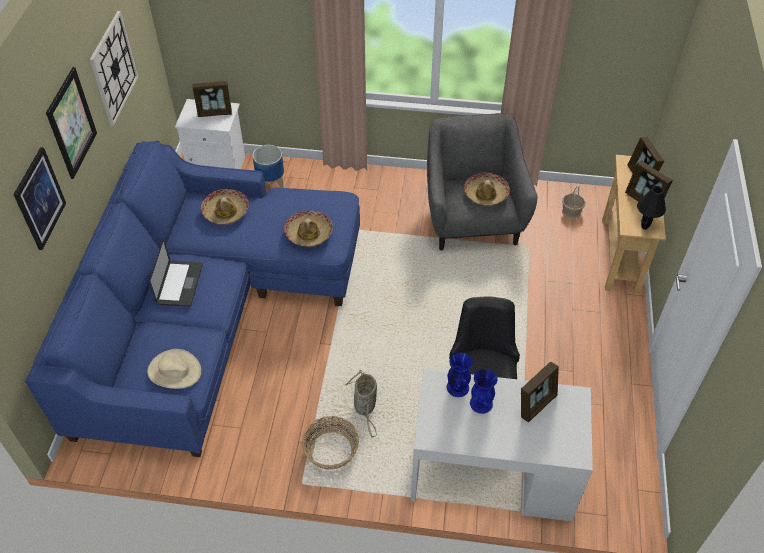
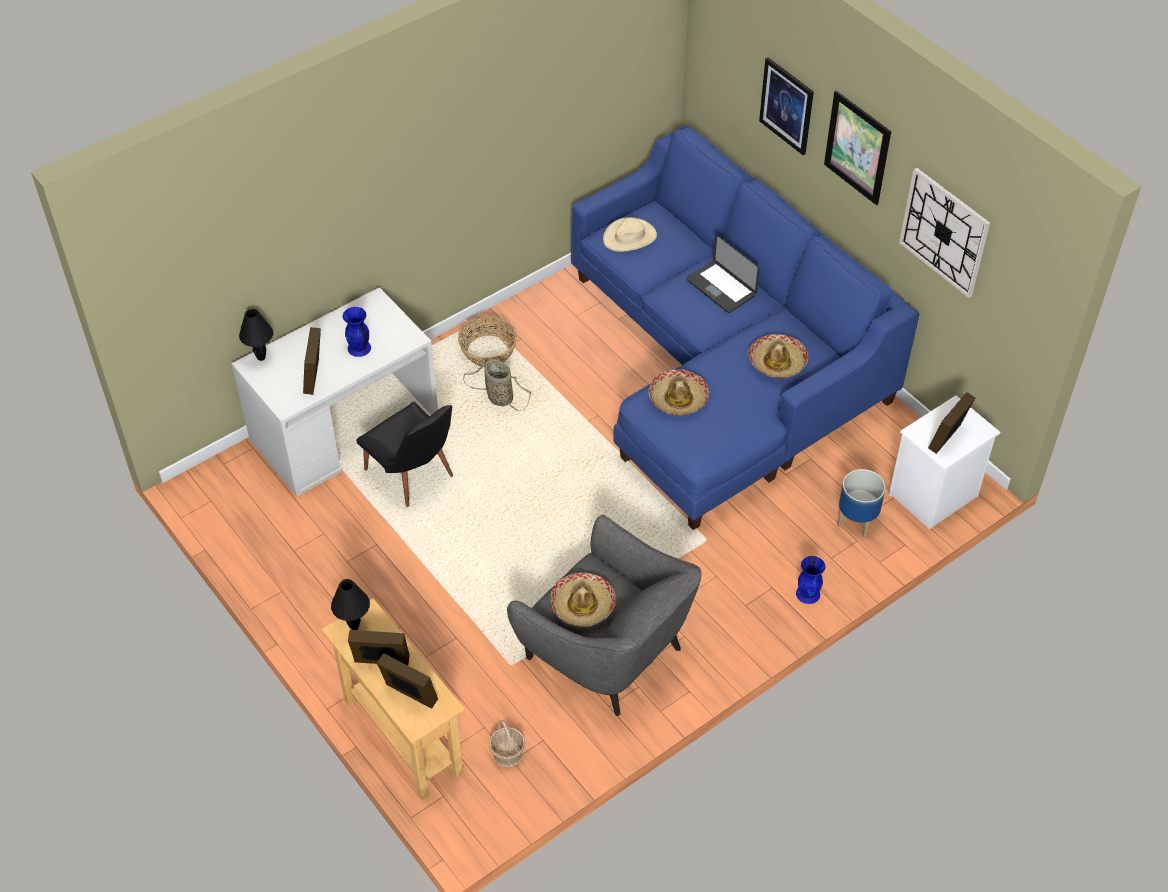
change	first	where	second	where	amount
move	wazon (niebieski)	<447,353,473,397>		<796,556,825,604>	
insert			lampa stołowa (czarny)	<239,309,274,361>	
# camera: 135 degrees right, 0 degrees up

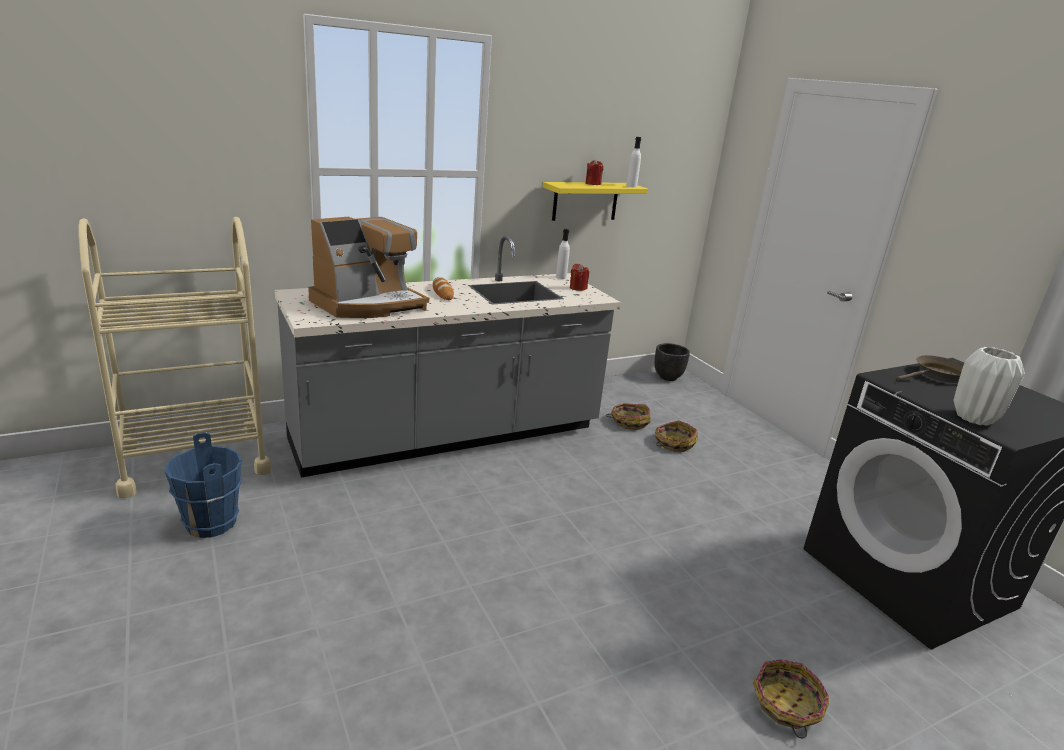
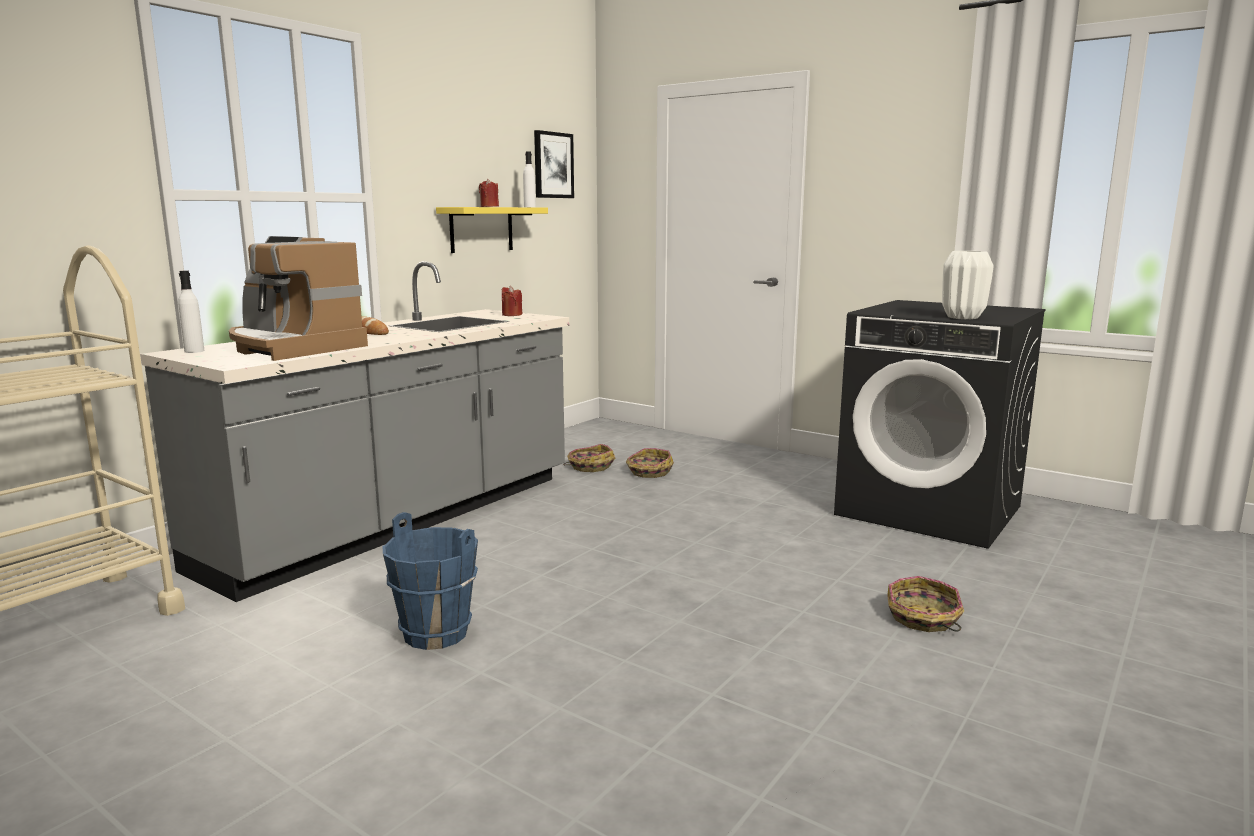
change	first	where	second	where	amount
rotate	ekspres do kawy	<308,217,429,318>		<229,236,368,361>	105 degrees clockwise
move	butelka (biały)	<556,229,570,279>		<178,271,204,353>	
delete	donica (czarny)	<655,343,690,381>			
delete	patelnia (brązowy)	<897,355,964,383>			
move	wiadro (niebieski)	<164,432,242,538>		<383,512,478,650>	
insert			obraz	<534,130,574,198>	
# camera: 25 degrees left, 10 degrees down

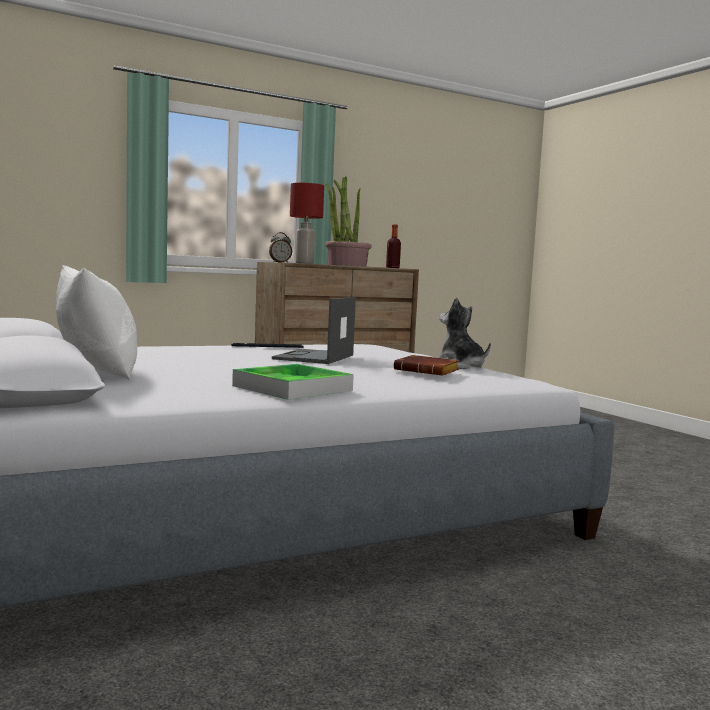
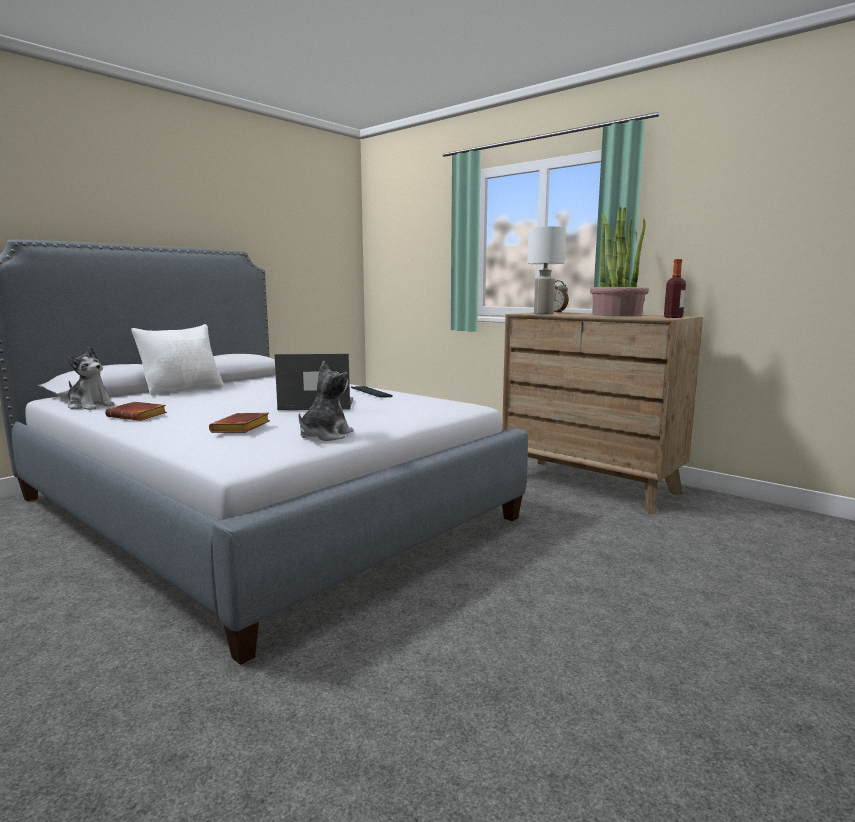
change	first	where	second	where	amount
recolor	lampa stołowa (czerwony)	<290,183,324,264>	lampa stołowa (biały)	<528,226,566,314>	
replace	taca	<232,364,354,400>	książka (brązowy)	<105,402,167,421>	
insert			pluszak	<67,347,115,410>	
# camera: 70 degrees right, 5 degrees up

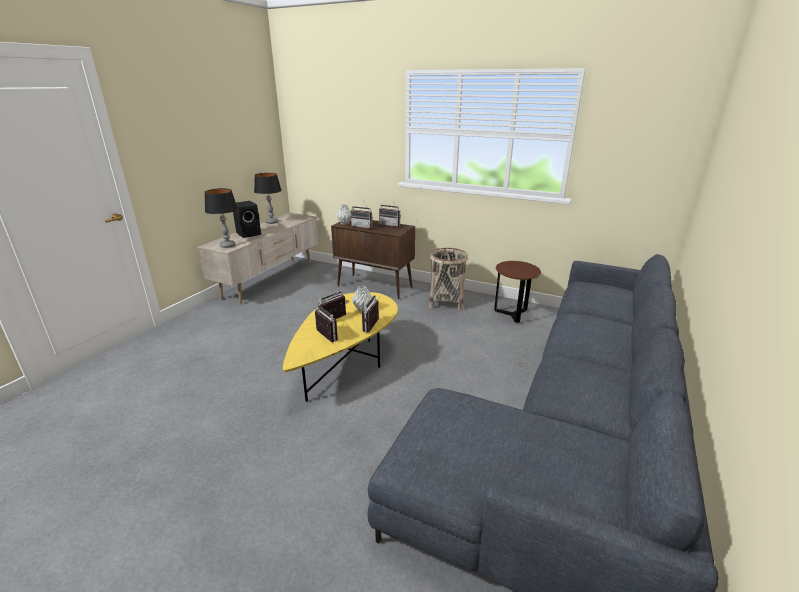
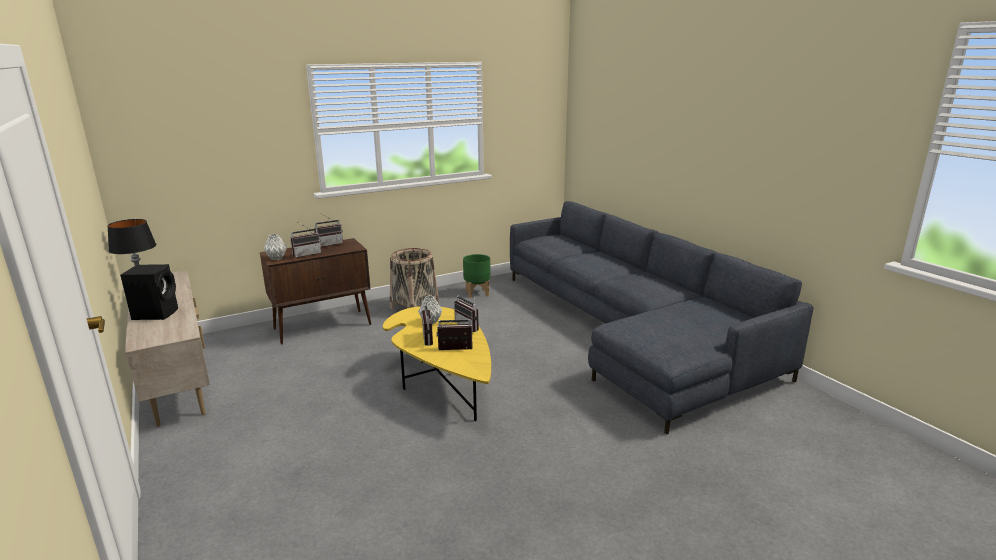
change	first	where	second	where	amount
delete	lampa stołowa	<205,188,238,248>			
replace	stolik (brązowy)	<494,261,541,322>	donica (zielony)	<463,254,491,298>	
# camera: 55 degrees left, 5 degrees down

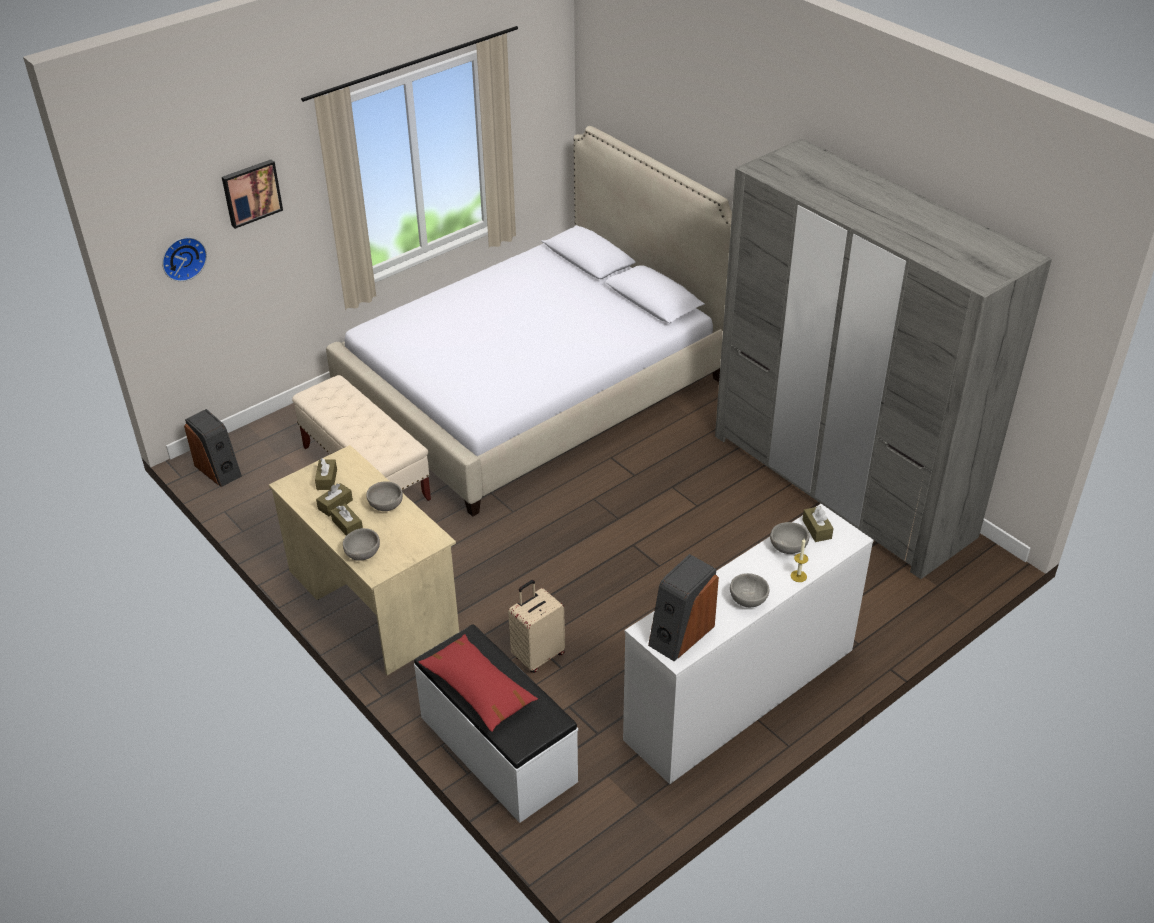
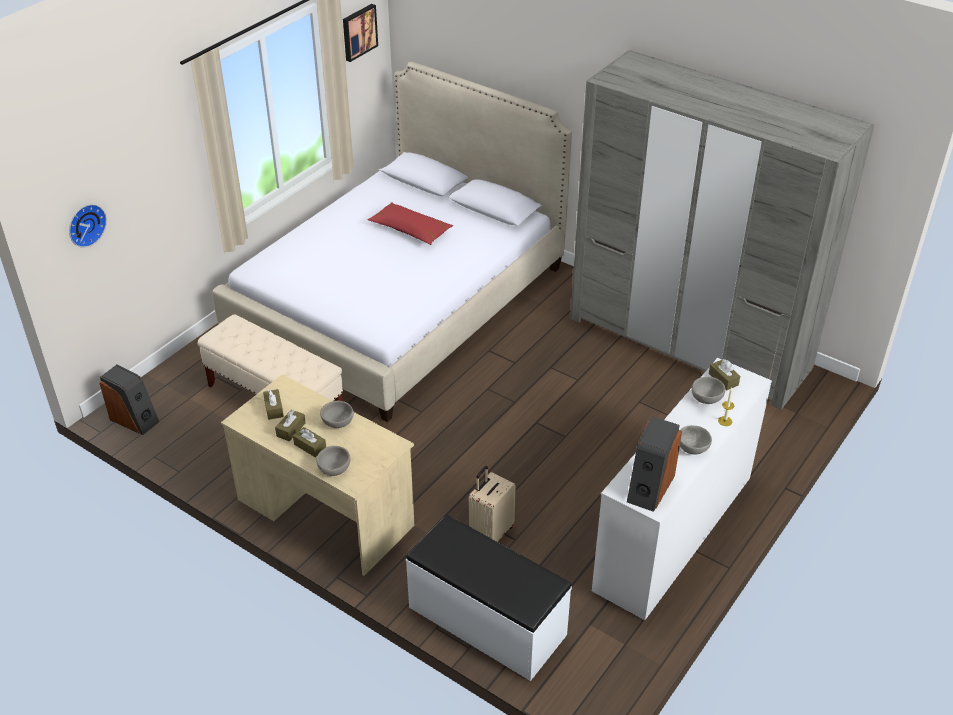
change	first	where	second	where	amount
move	obraz	<222,160,283,229>		<343,4,378,62>	
move	poduszka (czerwony)	<419,634,538,732>		<367,202,453,245>	
# camera: 15 degrees left, 0 degrees up

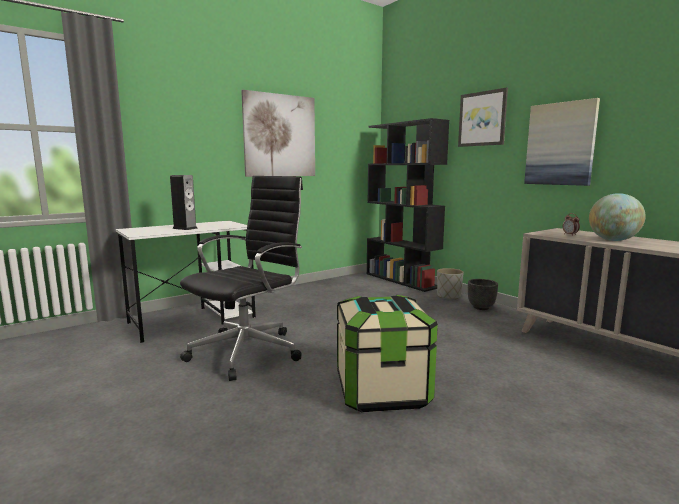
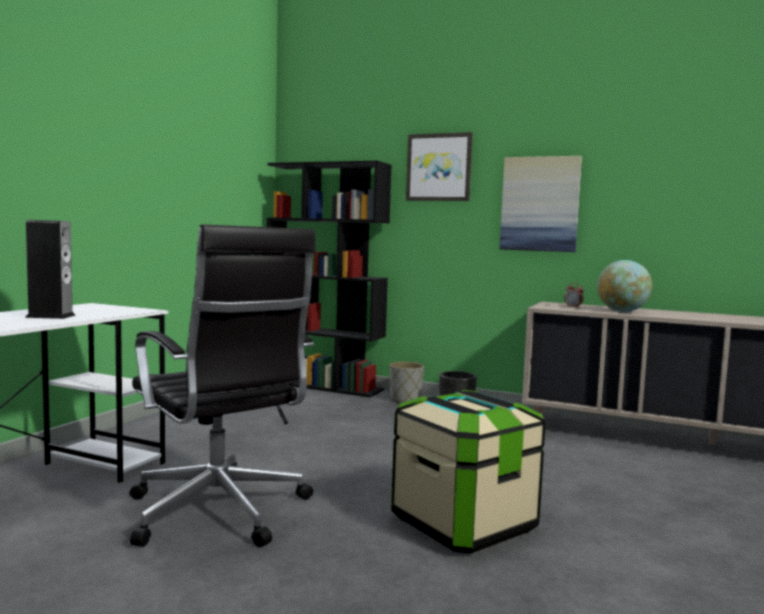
change	first	where	second	where	amount
delete	obraz	<241,90,315,177>			
rotate	krzesło biurowe (czarny)	<180,176,303,381>		<129,224,316,547>	135 degrees clockwise
# camera: 30 degrees left, 5 degrees down

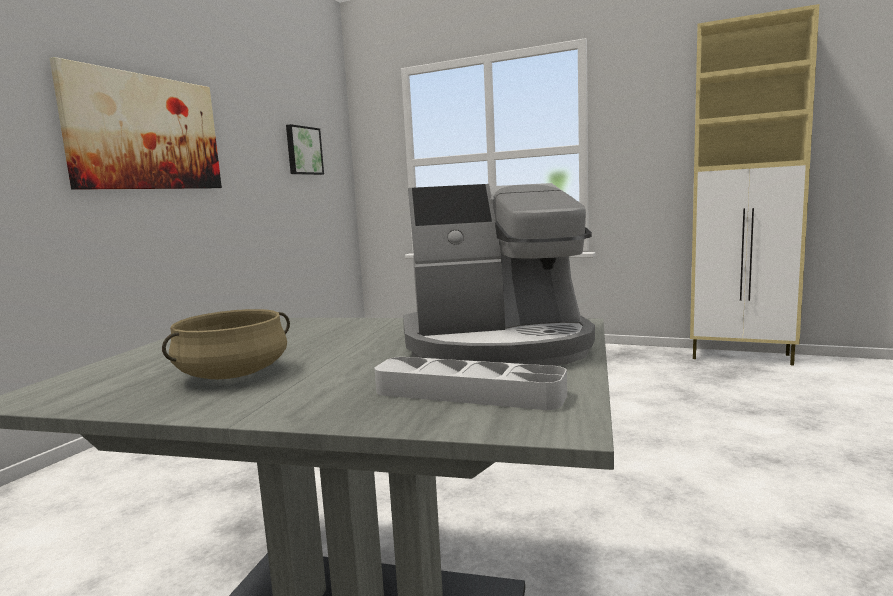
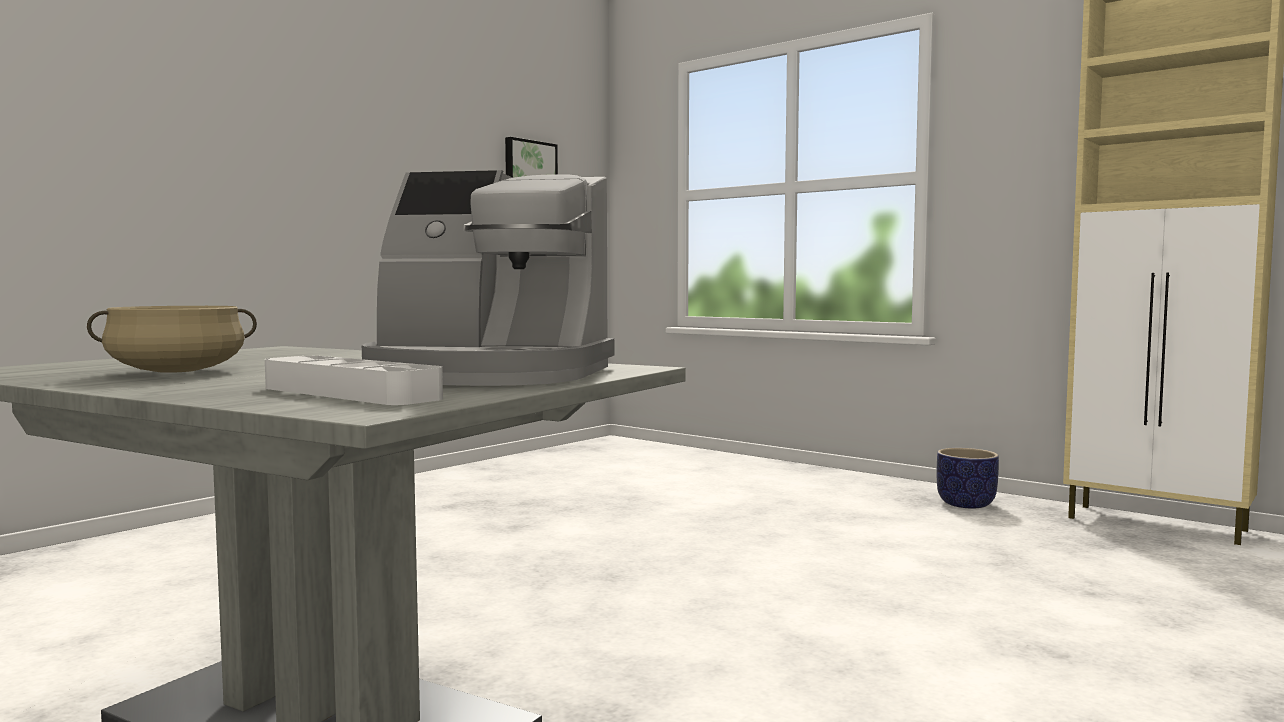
change	first	where	second	where	amount
delete	obraz	<49,57,222,190>			
insert			donica	<937,448,999,508>	
# camera: 15 degrees right, 5 degrees down

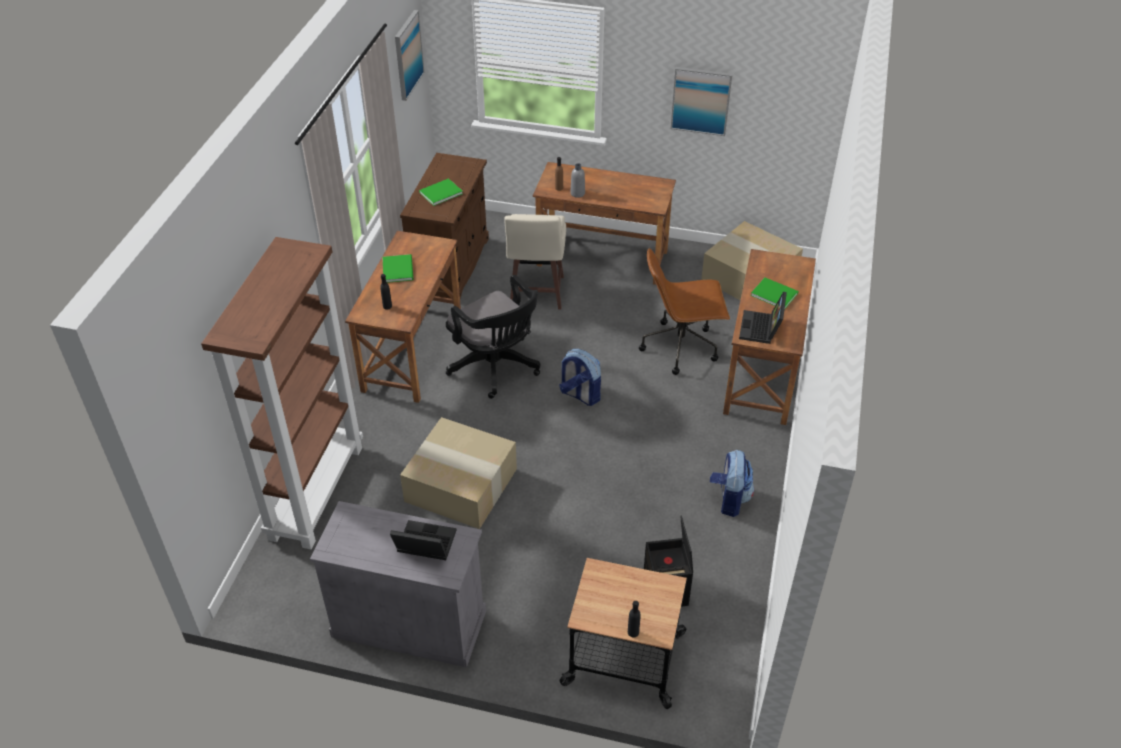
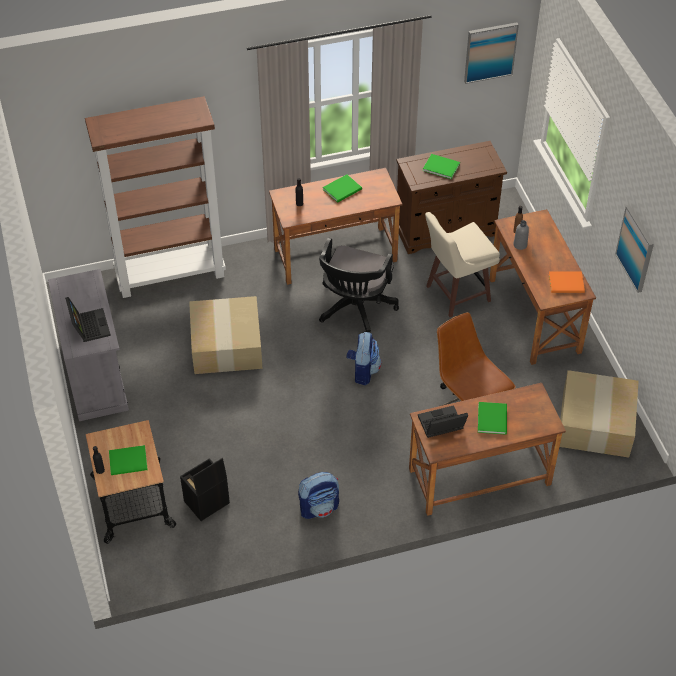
change	first	where	second	where	amount
insert			książka (pomarańczowy)	<549,272,585,293>	
insert			książka (zielony)	<109,445,148,475>	
# camera: 60 degrees right, 5 degrees up

